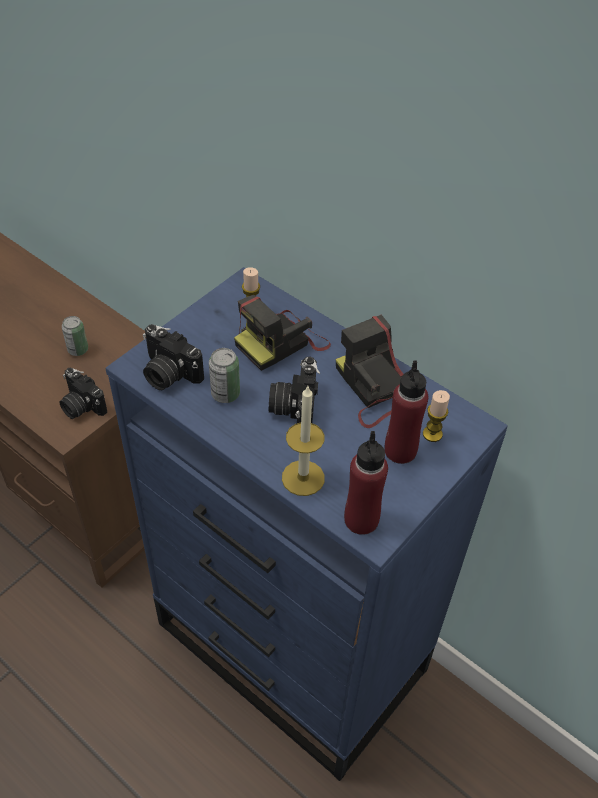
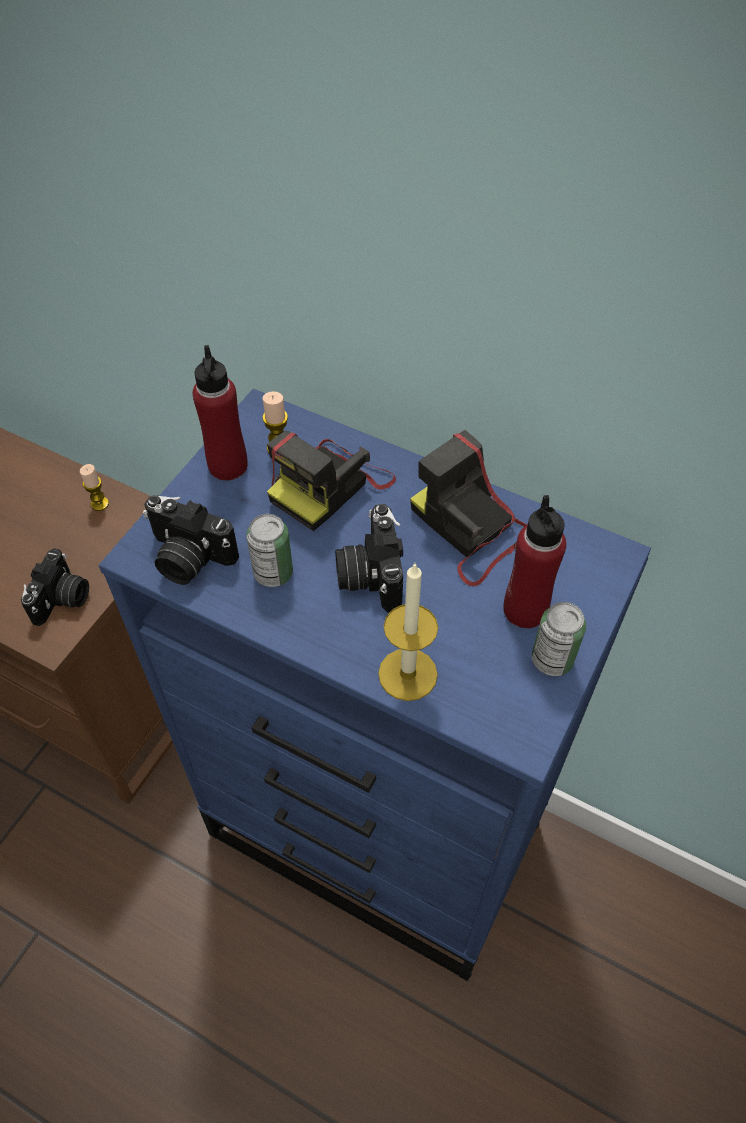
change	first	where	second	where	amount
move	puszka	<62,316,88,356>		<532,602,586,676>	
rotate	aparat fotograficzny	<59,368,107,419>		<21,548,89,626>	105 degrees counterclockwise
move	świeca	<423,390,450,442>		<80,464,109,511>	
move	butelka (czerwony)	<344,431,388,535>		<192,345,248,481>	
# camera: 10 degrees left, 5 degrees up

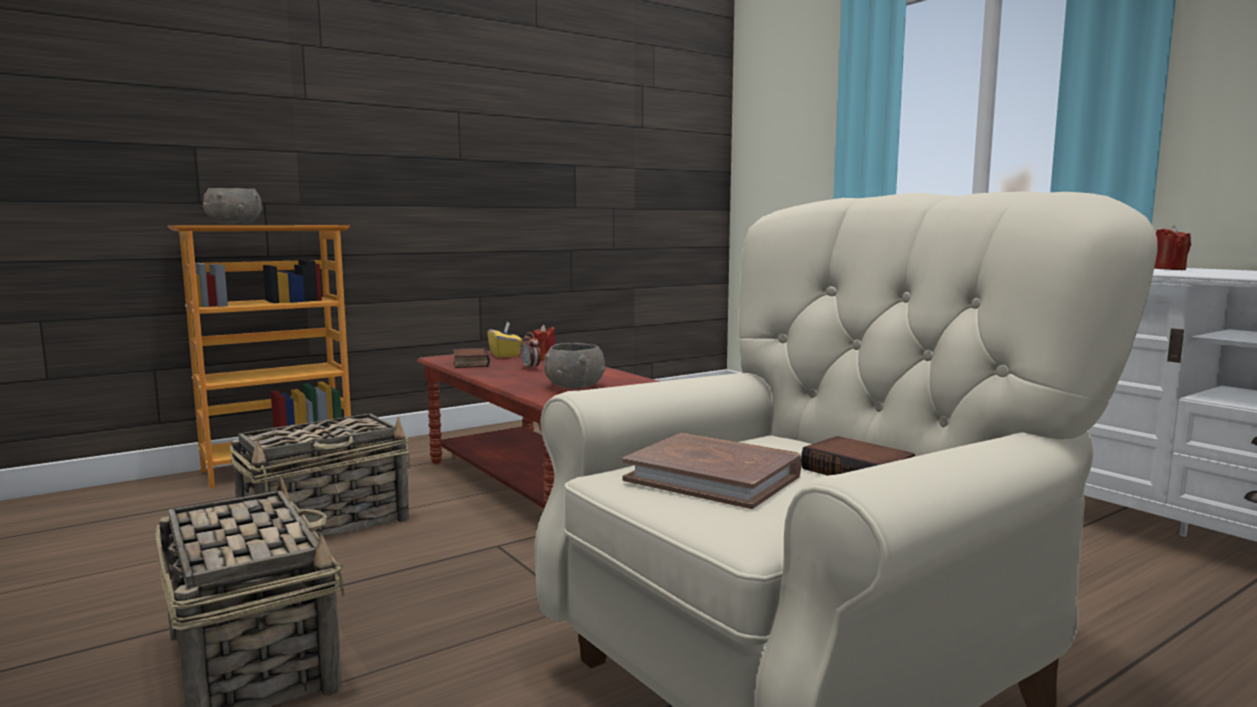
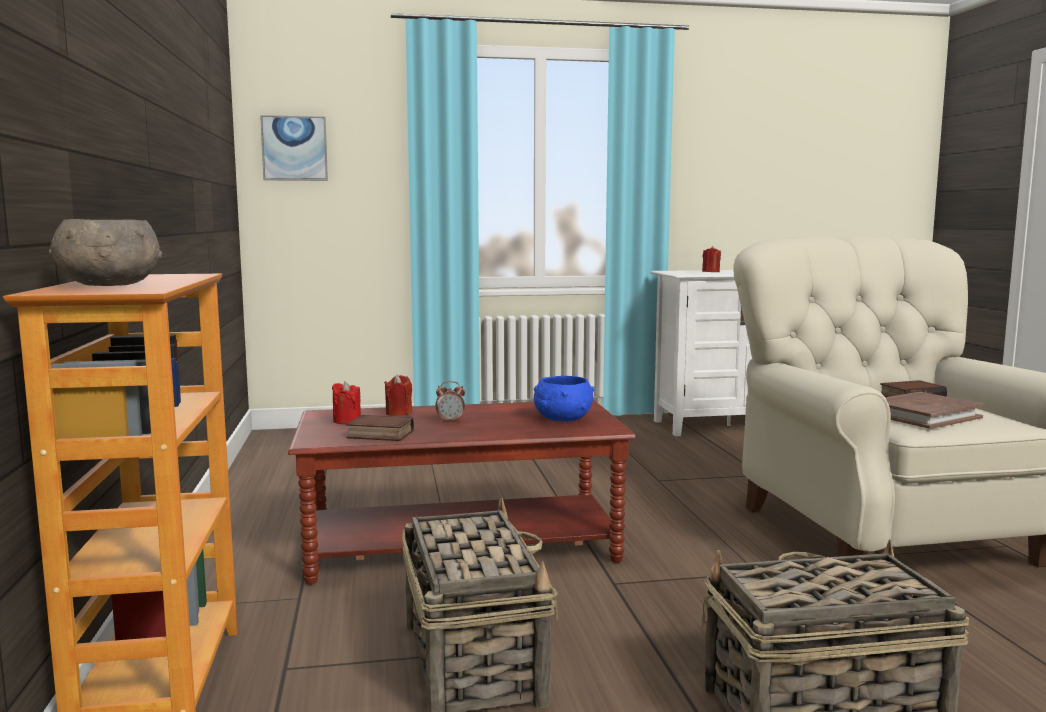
change	first	where	second	where	amount
replace	pudełko chusteczek (żółty)	<487,322,522,358>	świeca (czerwony)	<332,381,361,424>	
recolor	miska (szary)	<544,343,605,389>	miska (niebieski)	<534,376,594,422>	
insert			obraz	<260,115,328,181>	
# camera: 65 degrees left, 0 degrees up

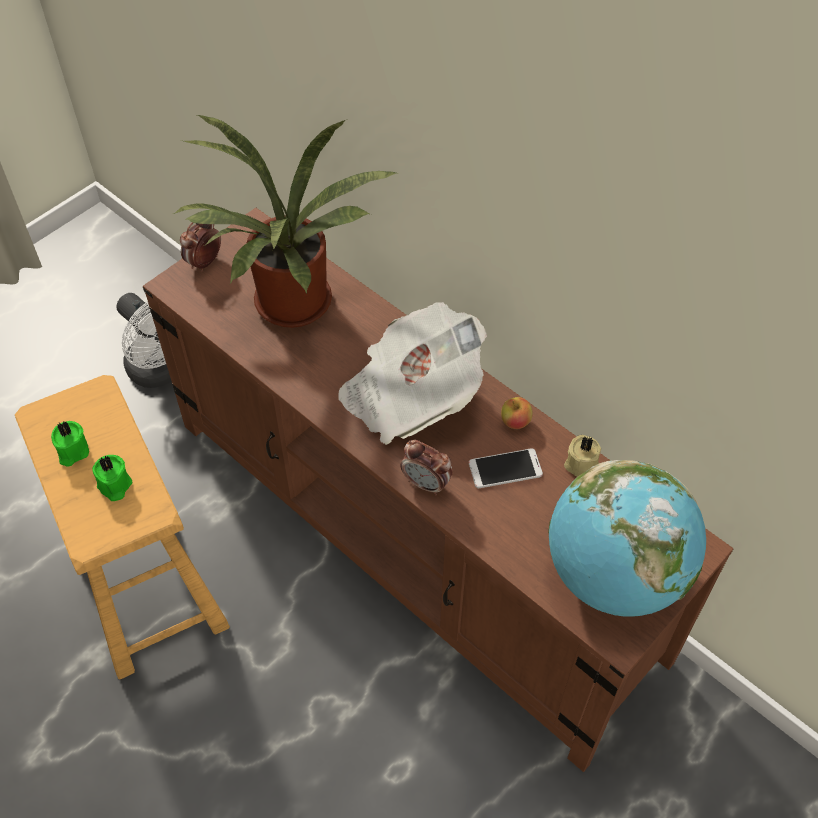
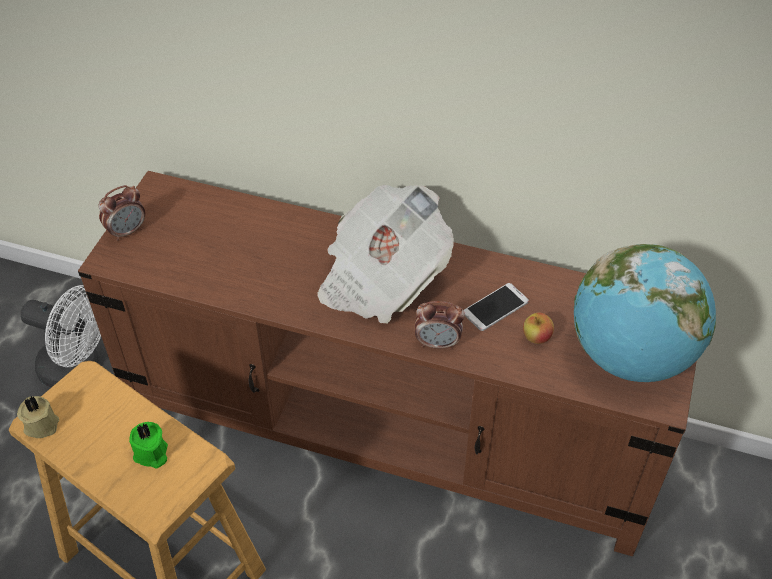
change	first	where	second	where	amount
delete	roślina doniczkowa	<173,115,399,328>			
rotate	budzik	<180,222,221,272>		<99,185,145,241>	135 degrees counterclockwise
move	jabłko	<501,397,533,429>		<523,313,554,344>	
delete	świeca (zielony)	<51,421,89,467>			
move	świeca (beżowy)	<564,435,601,477>		<17,396,59,438>	
# camera: 25 degrees left, 5 degrees down

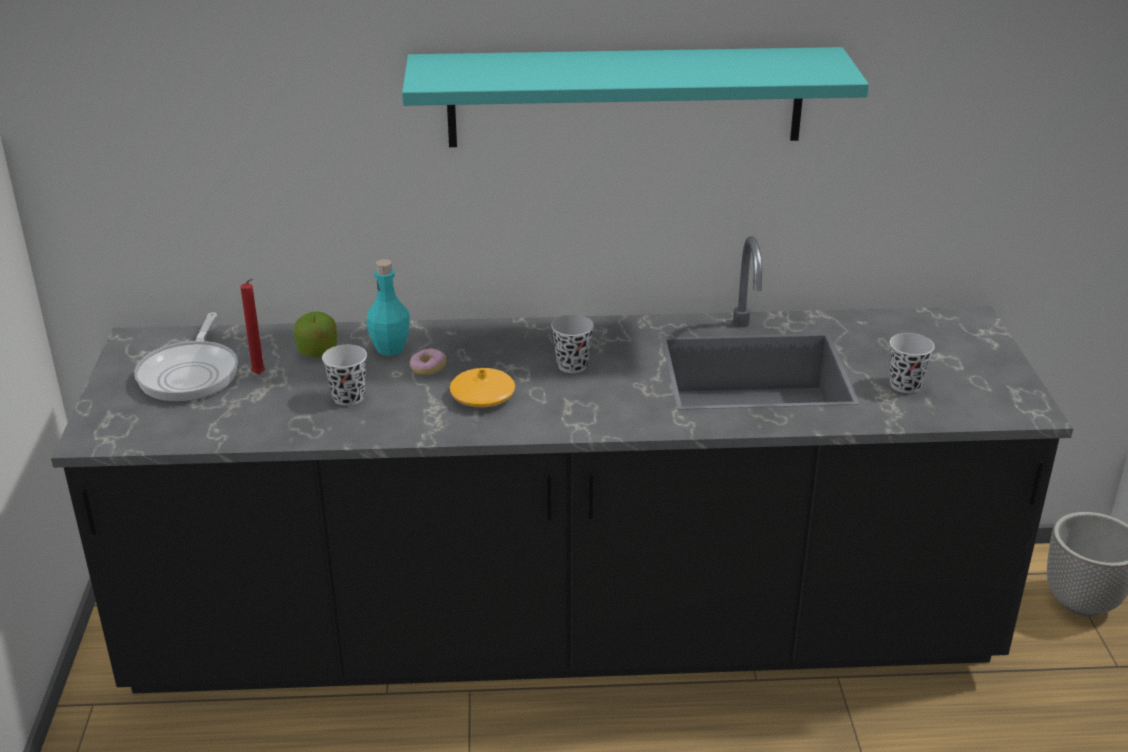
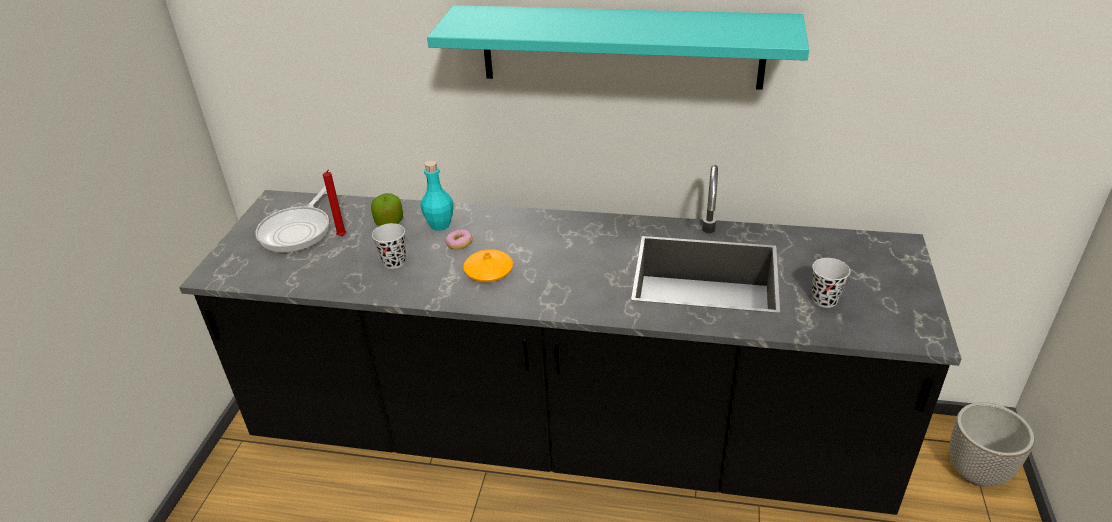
change	first	where	second	where	amount
delete	filiżanka (czarny)	<551,314,594,373>			
# camera: 15 degrees right, 5 degrees up

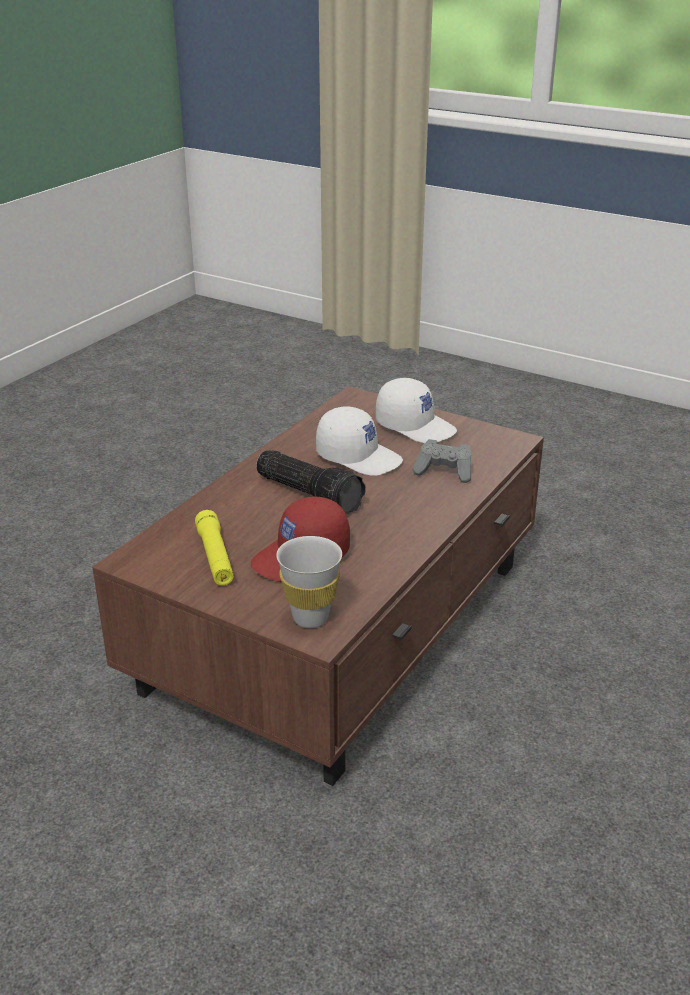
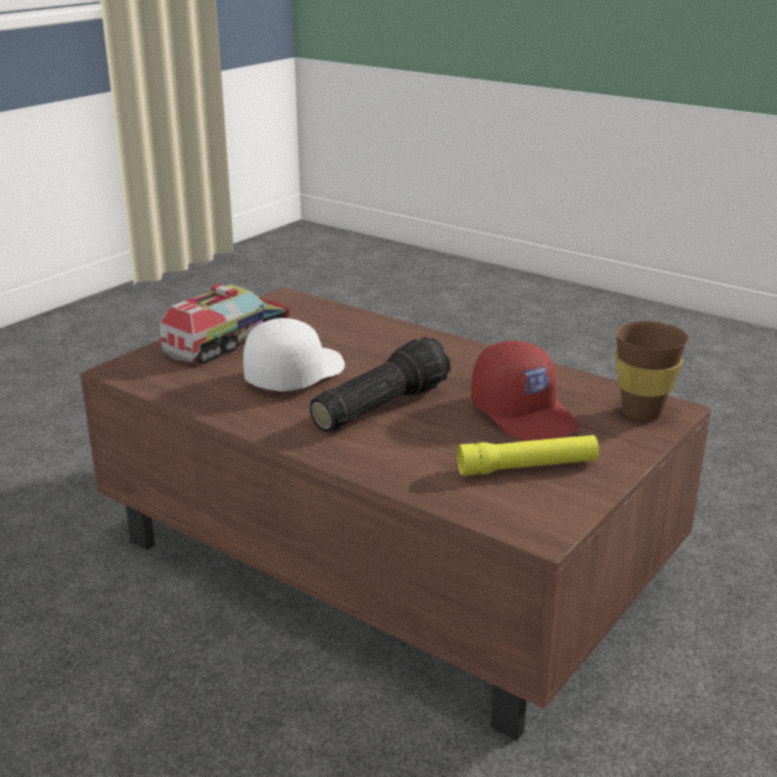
change	first	where	second	where	amount
replace	czapka z daszkiem (biały)	<376,378,457,443>	ciężarówka zabawkowa	<160,284,290,364>	
delete	pad do gier (szary)	<413,439,472,483>			
recolor	filiżanka (biały)	<276,536,342,628>	filiżanka (brązowy)	<615,321,689,421>	
# camera: 85 degrees left, 5 degrees down

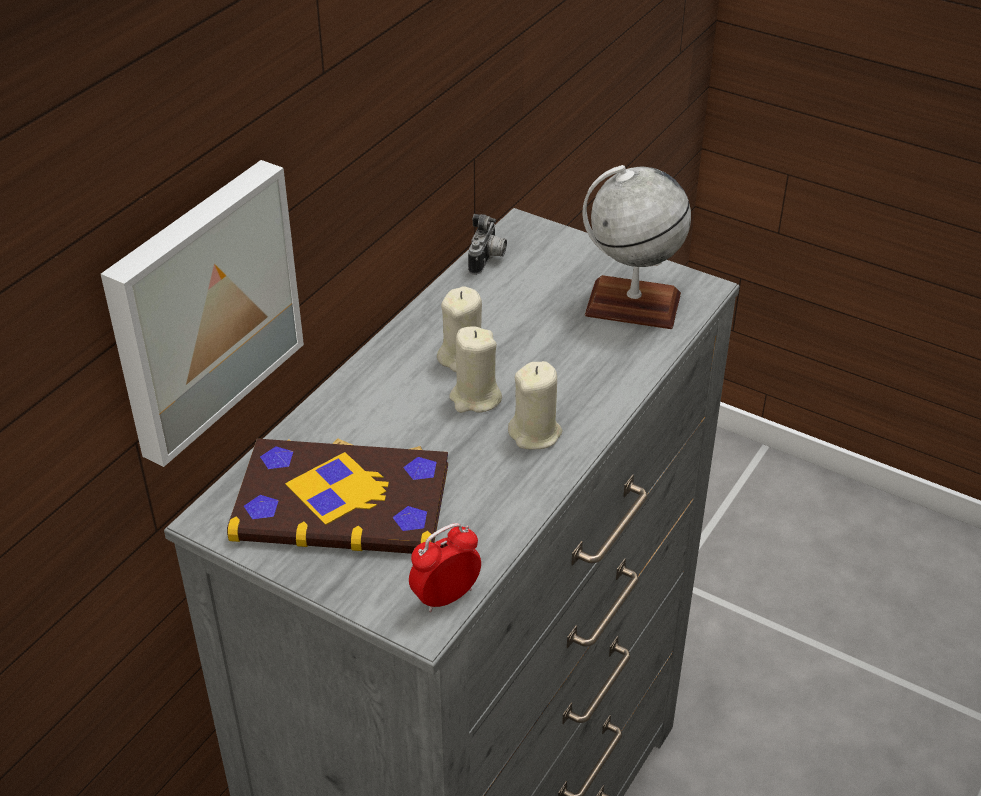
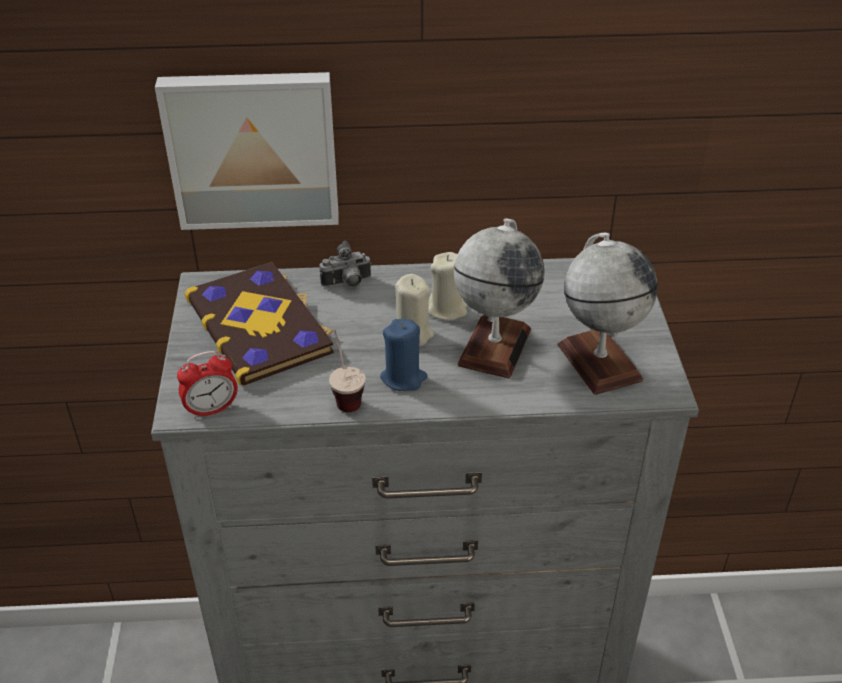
change	first	where	second	where	amount
move	aparat fotograficzny	<468,214,507,275>		<319,241,372,287>	
recolor	świeca (beżowy)	<508,361,563,449>	świeca (niebieski)	<380,319,427,391>	
rotate	budzik	<409,523,481,612>		<177,351,238,419>	135 degrees clockwise
insert			globus	<454,218,545,378>	
insert			filiżanka	<329,330,366,412>	
# camera: 55 degrees right, 0 degrees up

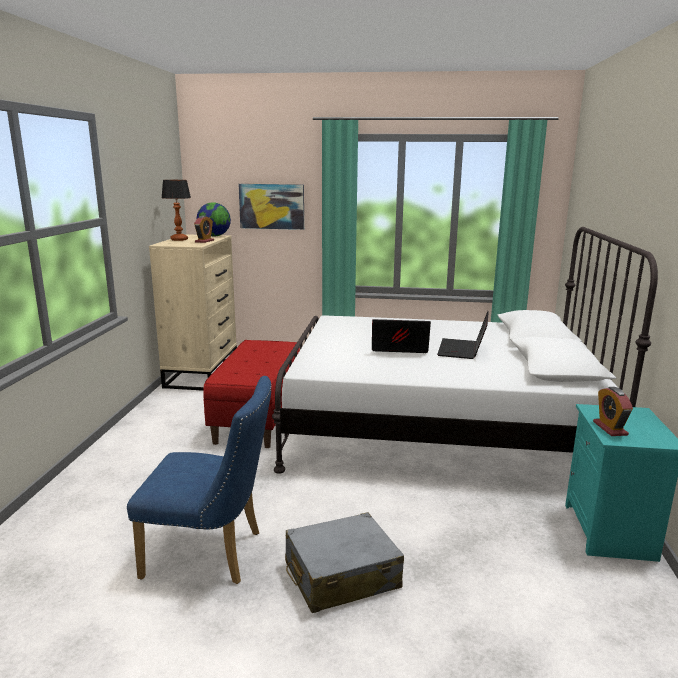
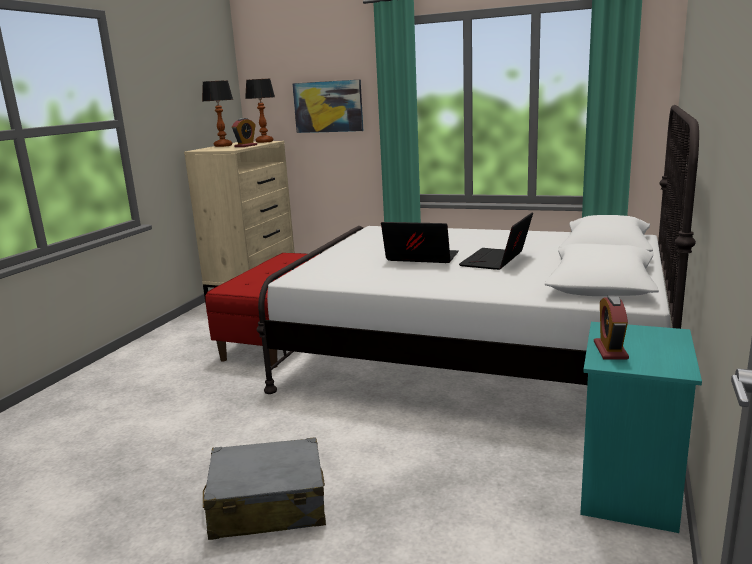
change	first	where	second	where	amount
replace	globus	<197,202,231,236>	lampa stołowa	<245,79,275,143>	
delete	krzesło (niebieski)	<127,376,272,584>			
# camera: 15 degrees right, 0 degrees up

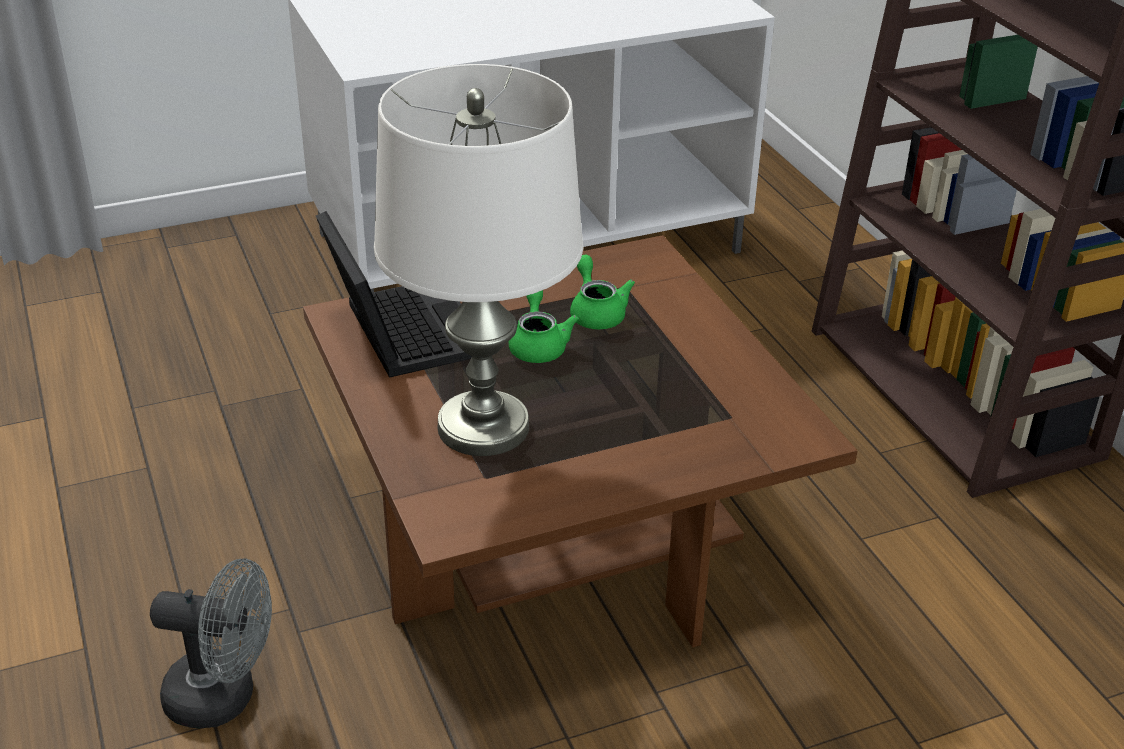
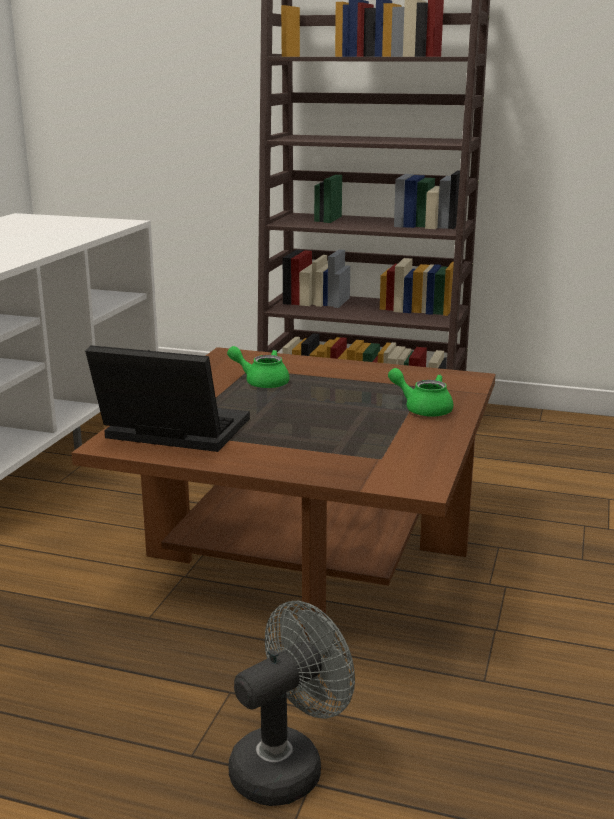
change	first	where	second	where	amount
delete	lampa stołowa (biały)	<374,64,583,456>			
move	imbryk (zielony)	<509,290,579,363>		<388,368,453,417>	
# camera: 50 degrees left, 15 degrees down

